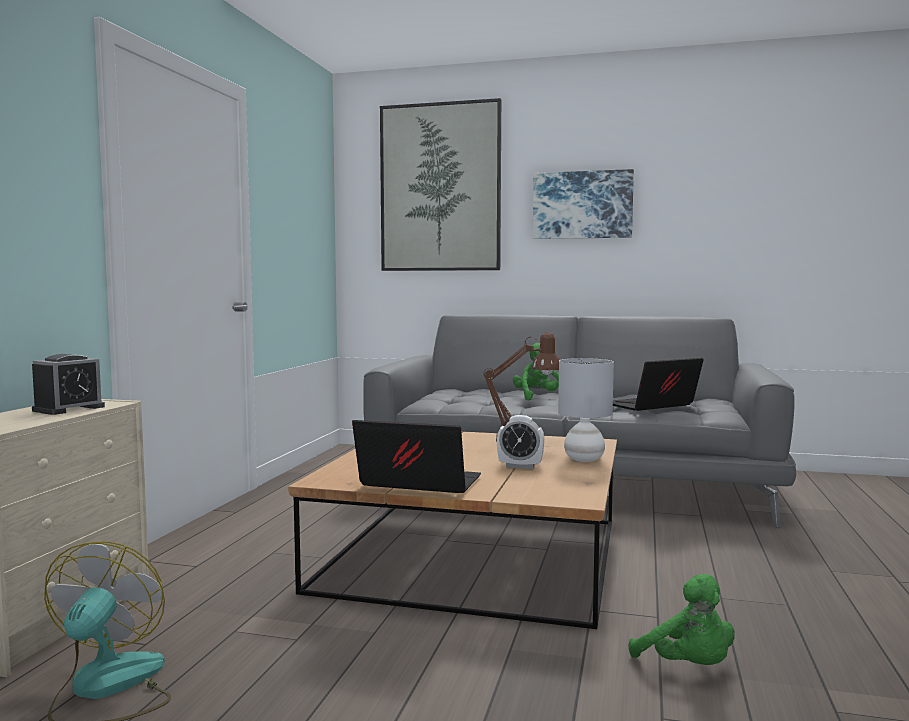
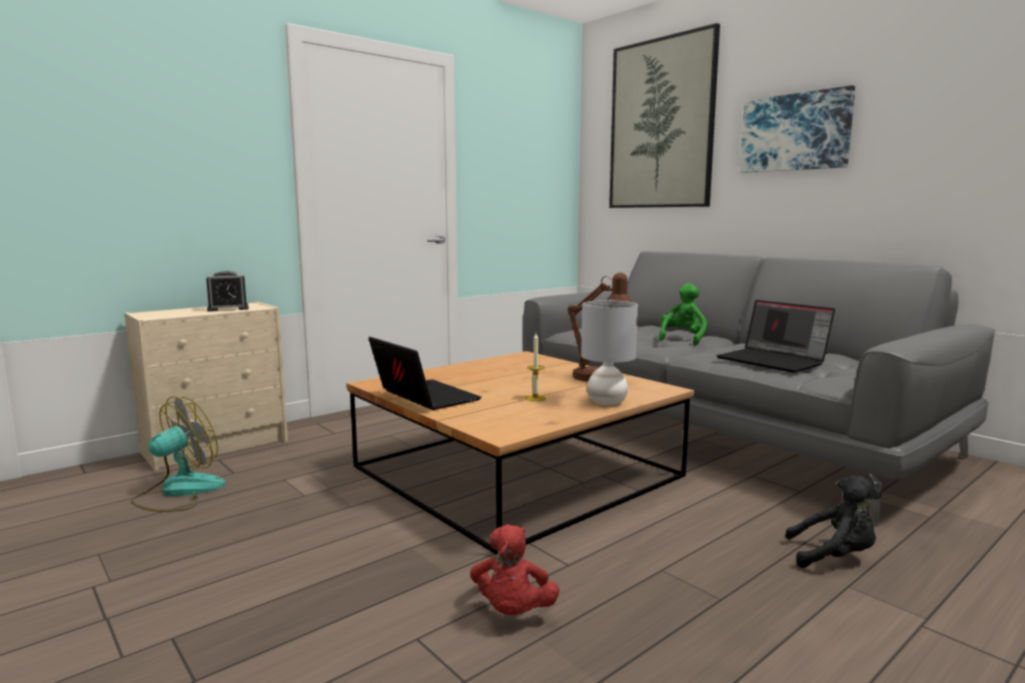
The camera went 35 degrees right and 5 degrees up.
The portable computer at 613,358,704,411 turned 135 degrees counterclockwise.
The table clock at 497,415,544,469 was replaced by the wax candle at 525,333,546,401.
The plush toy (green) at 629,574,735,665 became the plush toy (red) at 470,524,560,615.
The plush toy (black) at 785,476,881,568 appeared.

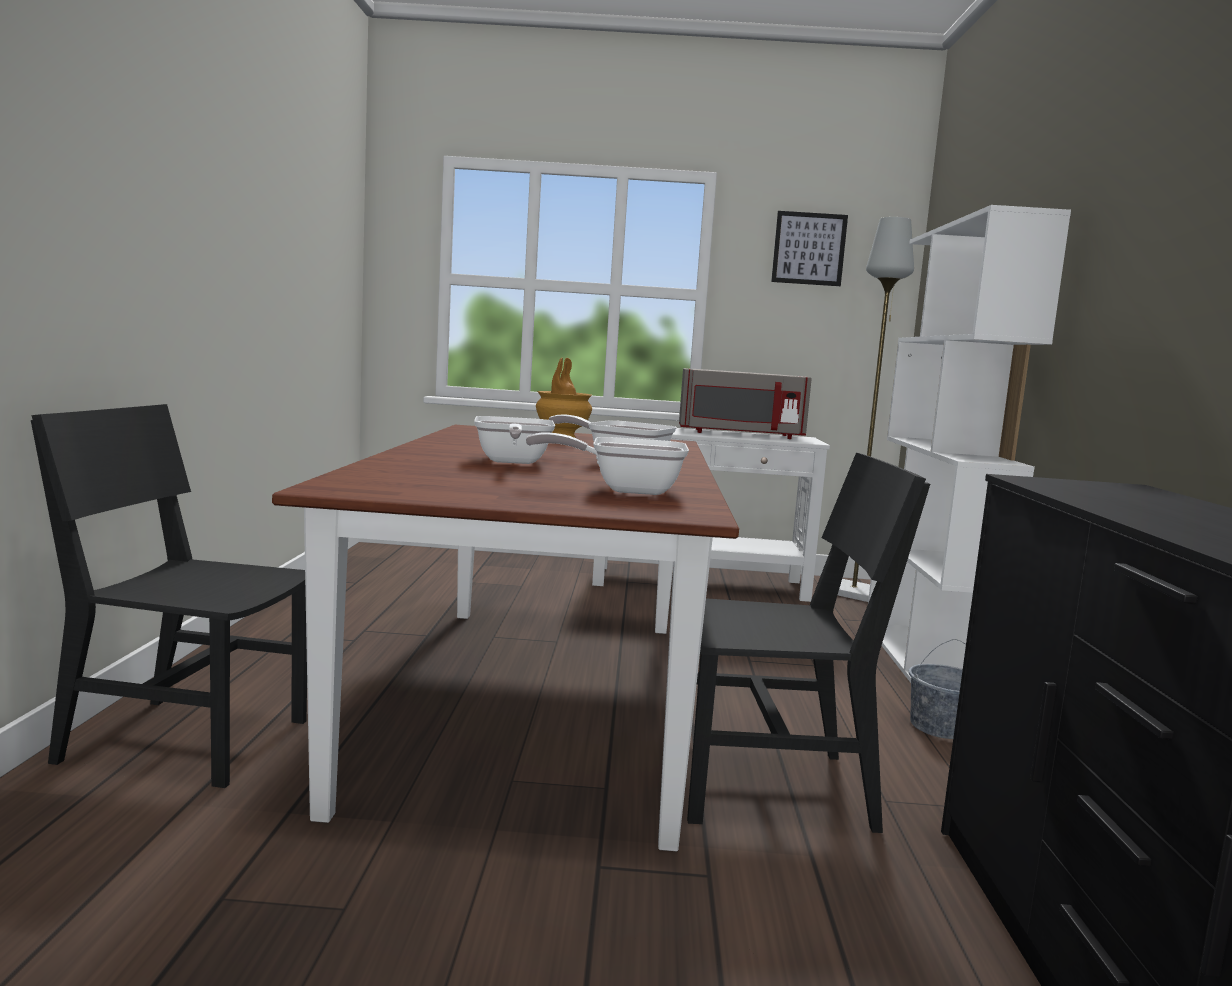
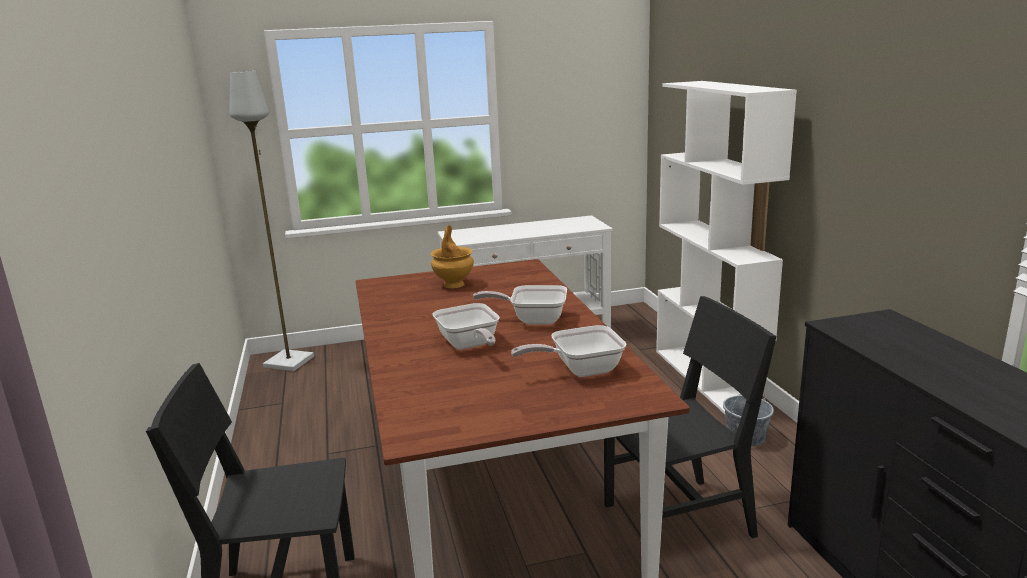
The camera went 15 degrees left and 10 degrees up.
The wall picture at 771,211,848,286 disappeared.
The standard lamp (greyish) moved from 838,217,914,602 to 229,71,314,371.
The microwave oven (greyish) at 679,368,812,439 disappeared.

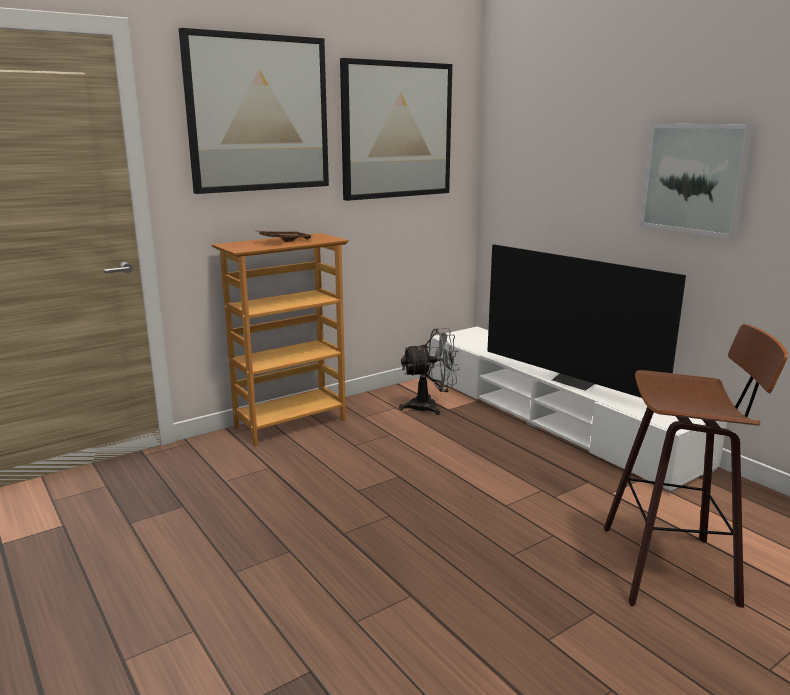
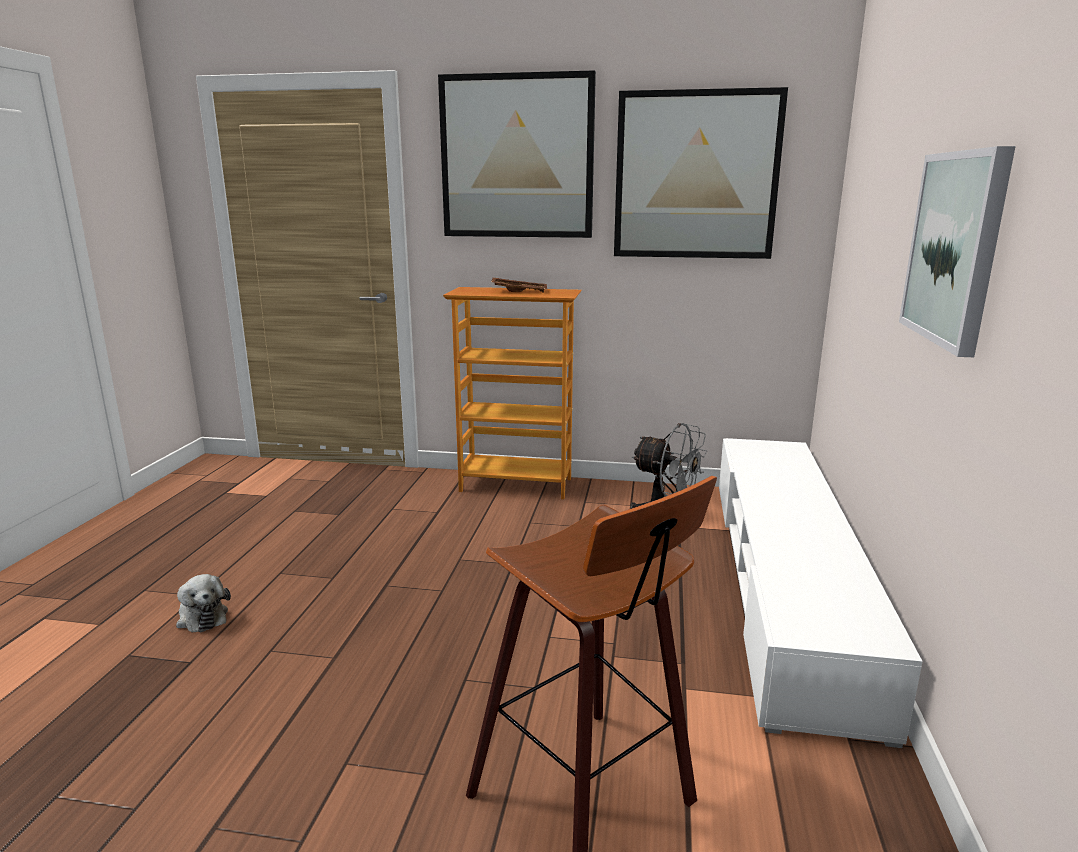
The camera went 45 degrees right and 0 degrees up.
The television at 487,244,686,398 disappeared.
The plush toy at 176,574,231,632 appeared.

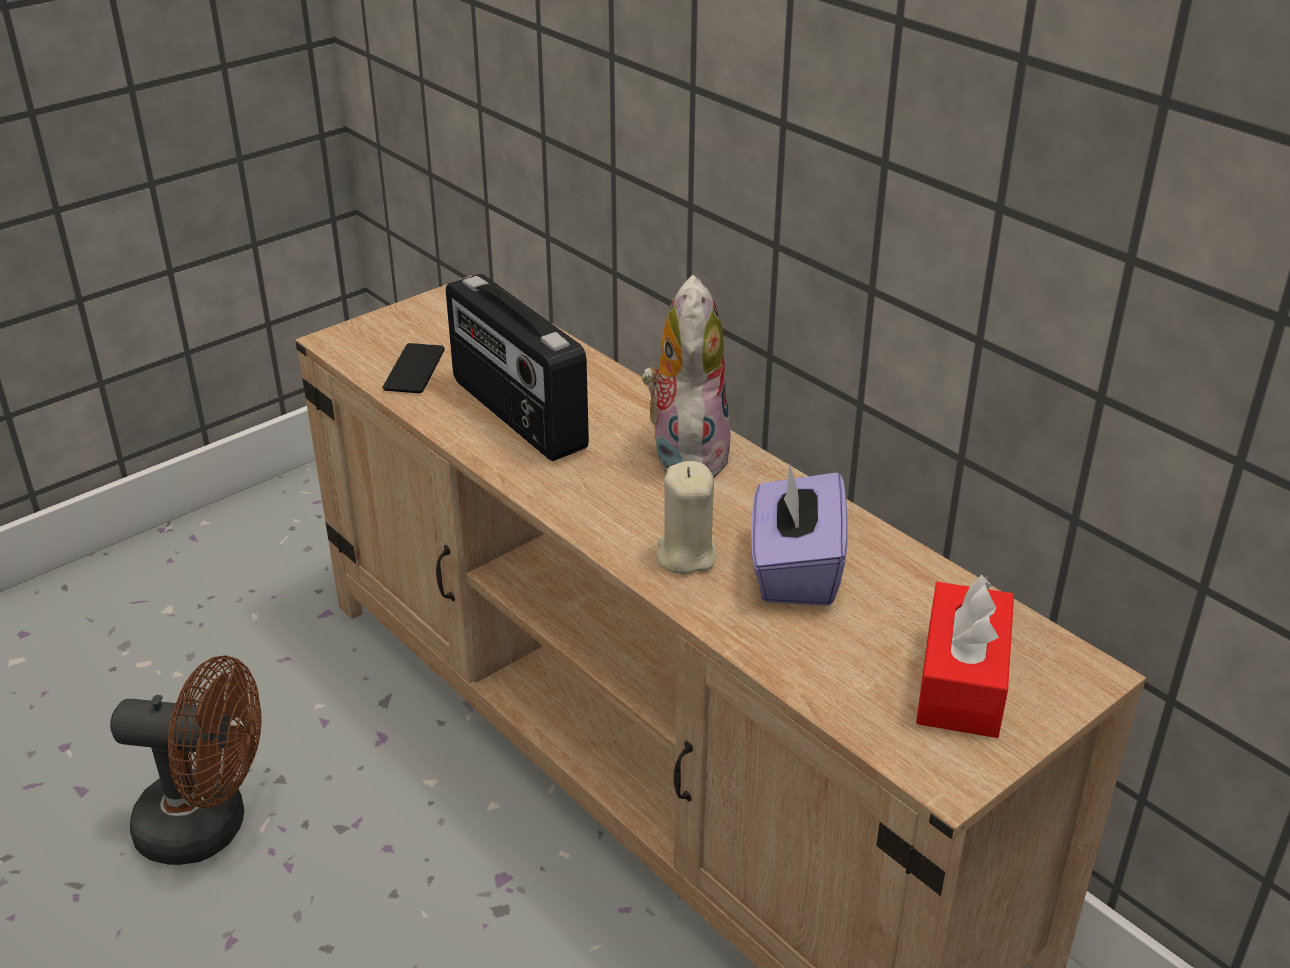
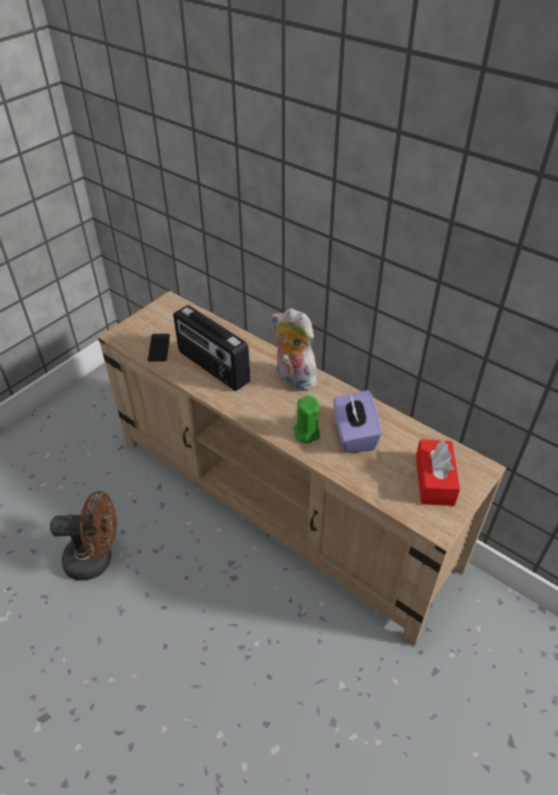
The camera went 10 degrees left and 10 degrees up.
The plush toy at 642,275,731,478 turned 45 degrees counterclockwise.
The wax candle (sand-coloured) at 656,461,717,574 became the wax candle (green) at 293,396,320,443.

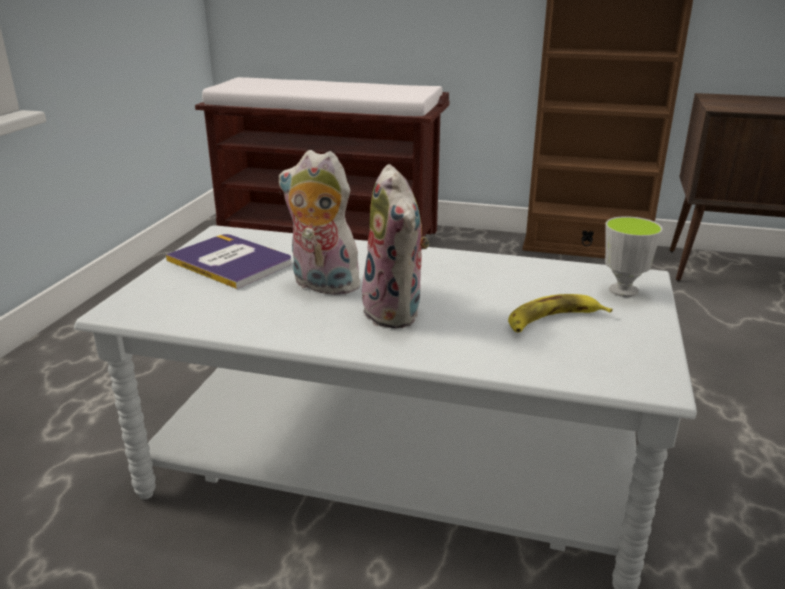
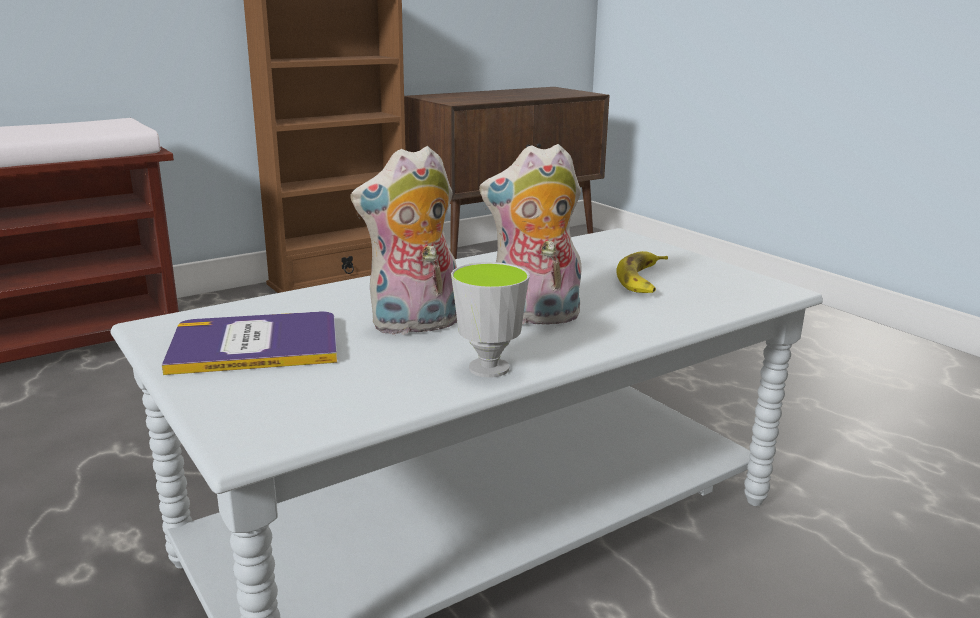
The camera went 50 degrees left and 5 degrees down.
The plush toy at 362,164,429,328 turned 150 degrees clockwise.
The small cup moved from 605,216,663,297 to 451,262,530,378.

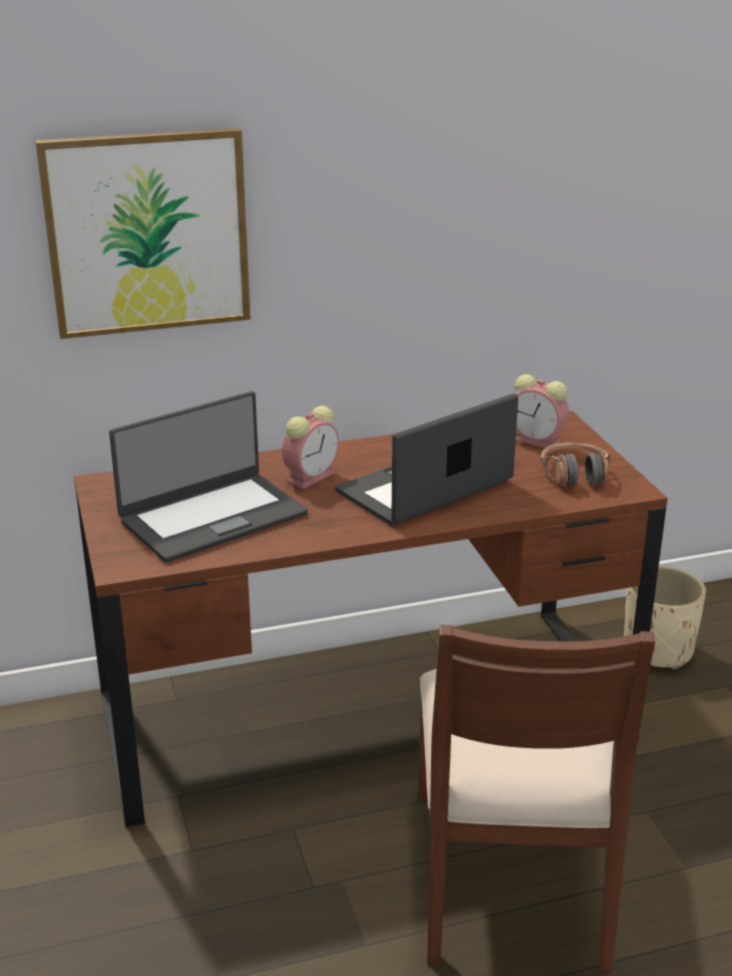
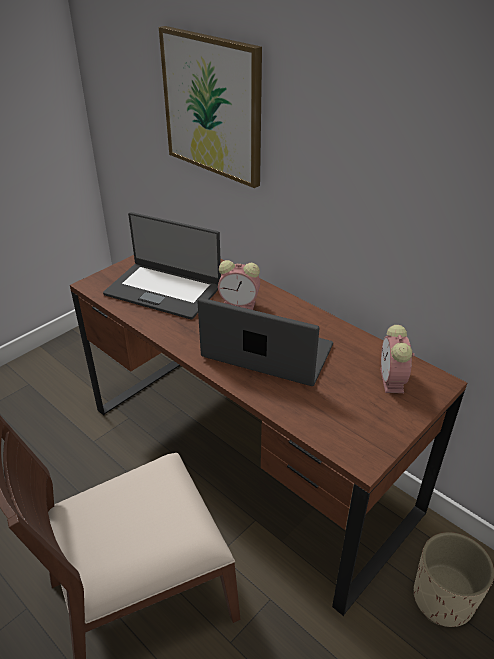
The camera went 60 degrees right and 10 degrees up.
The headphones at 540,442,610,487 disappeared.

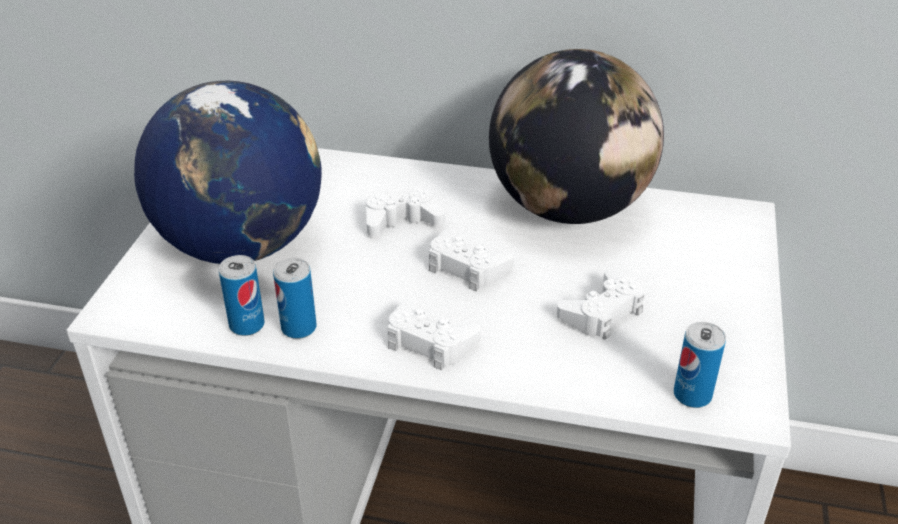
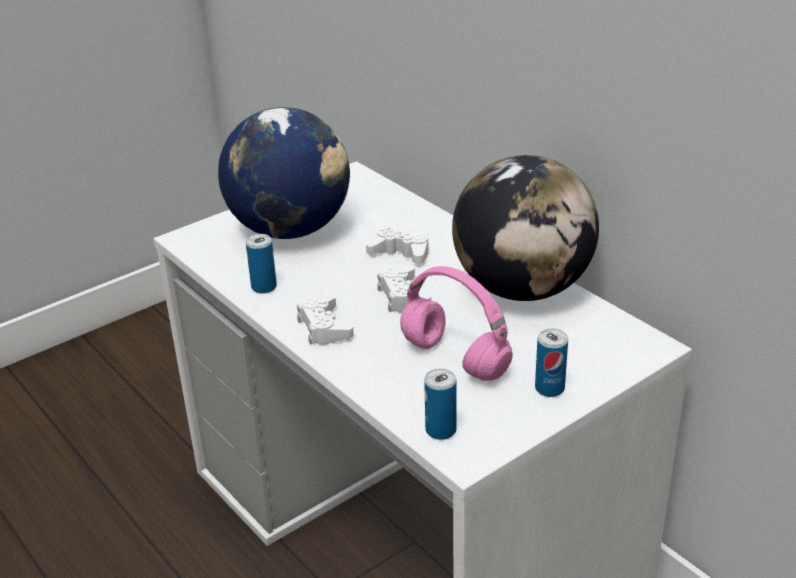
The camera went 40 degrees right and 5 degrees down.
The sealed can moved from 219,255,265,336 to 535,329,568,397.
The joypad (whitish) at 556,268,645,340 was replaced by the headphones (pinkish) at 400,266,513,381.

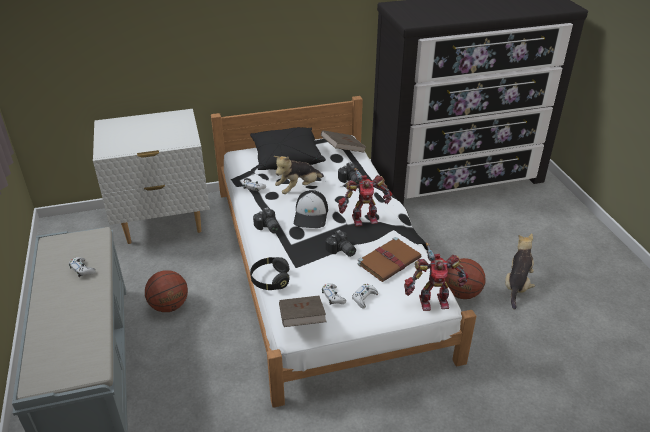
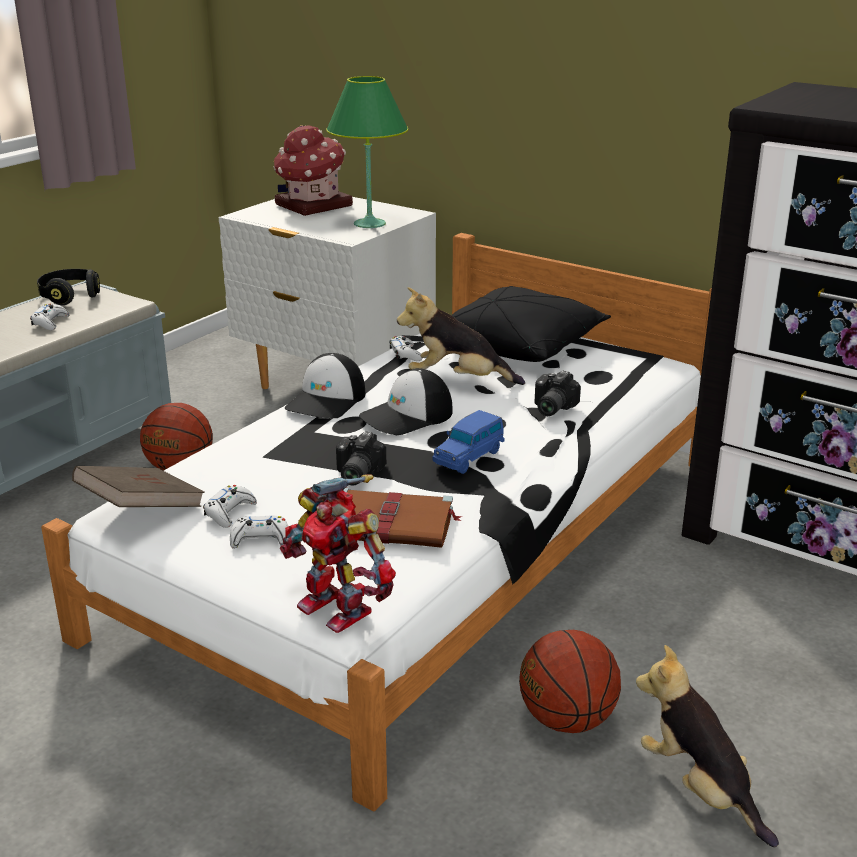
The camera went 50 degrees right and 10 degrees down.
The bound book (brown-coloured) at 321,130,367,153 disappeared.
The robot figure at 338,168,392,226 was replaced by the toy car (blue-coloured) at 432,410,505,474.
The photo camera at 253,207,280,233 was replaced by the peaked cap at 285,353,366,418.
The plush toy at 505,233,535,310 turned 105 degrees counterclockwise.
The headphones (black) moved from 250,257,290,290 to 37,269,100,305.
The lamp for a table (green) at 326,76,408,228 appeared.
The miniature house at 274,125,353,216 appeared.

